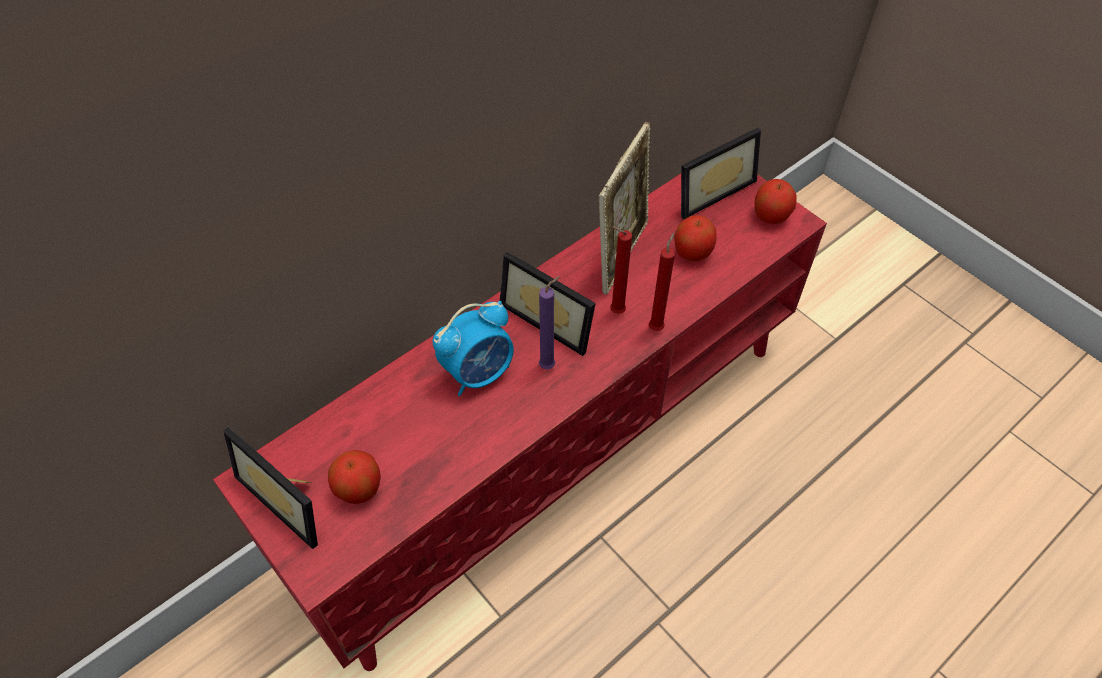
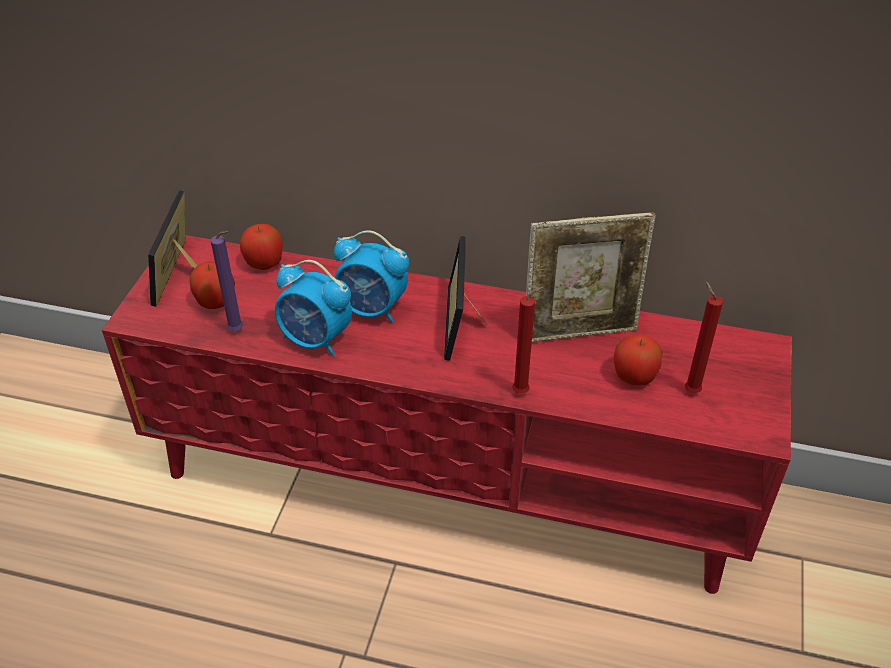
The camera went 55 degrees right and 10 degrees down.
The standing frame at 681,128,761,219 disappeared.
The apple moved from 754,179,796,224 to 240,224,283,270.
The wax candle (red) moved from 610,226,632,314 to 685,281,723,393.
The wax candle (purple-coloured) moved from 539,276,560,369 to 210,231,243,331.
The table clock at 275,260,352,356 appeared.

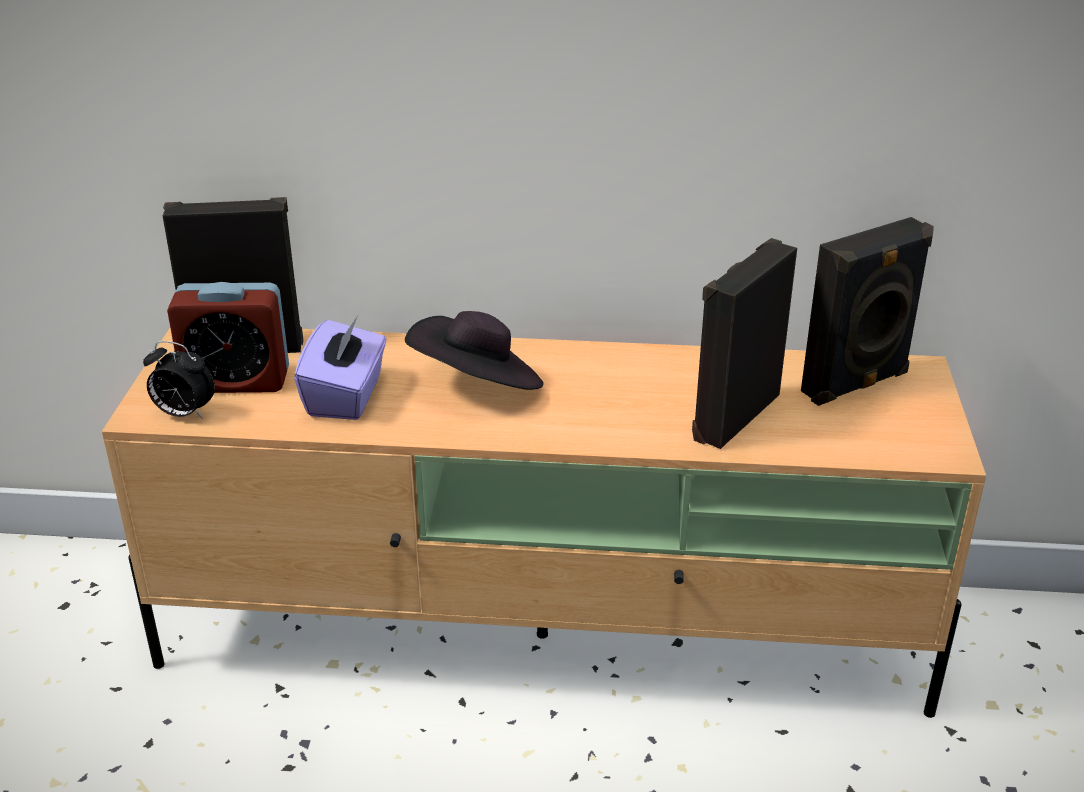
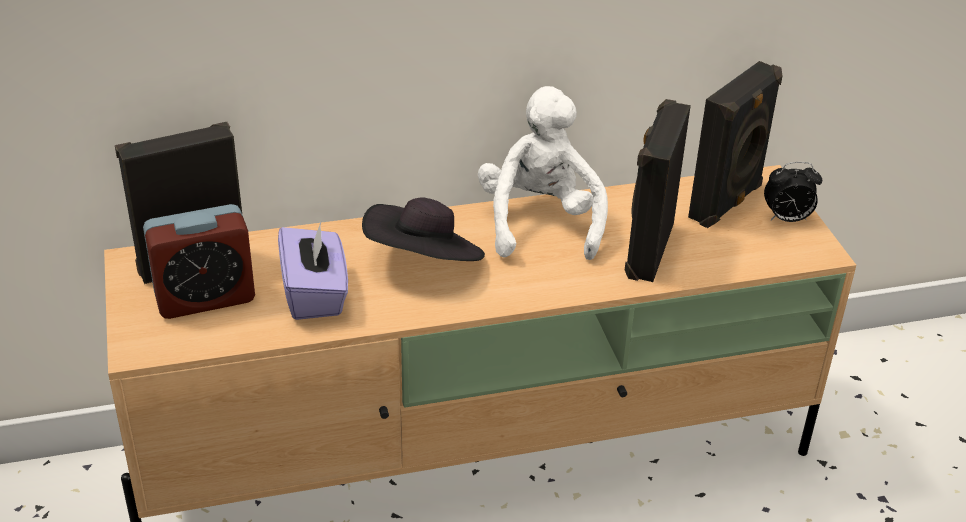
The camera went 20 degrees left and 5 degrees up.
The table clock moved from 143,341,215,419 to 764,162,822,222.
The plush toy (whitish) at 478,86,608,260 appeared.

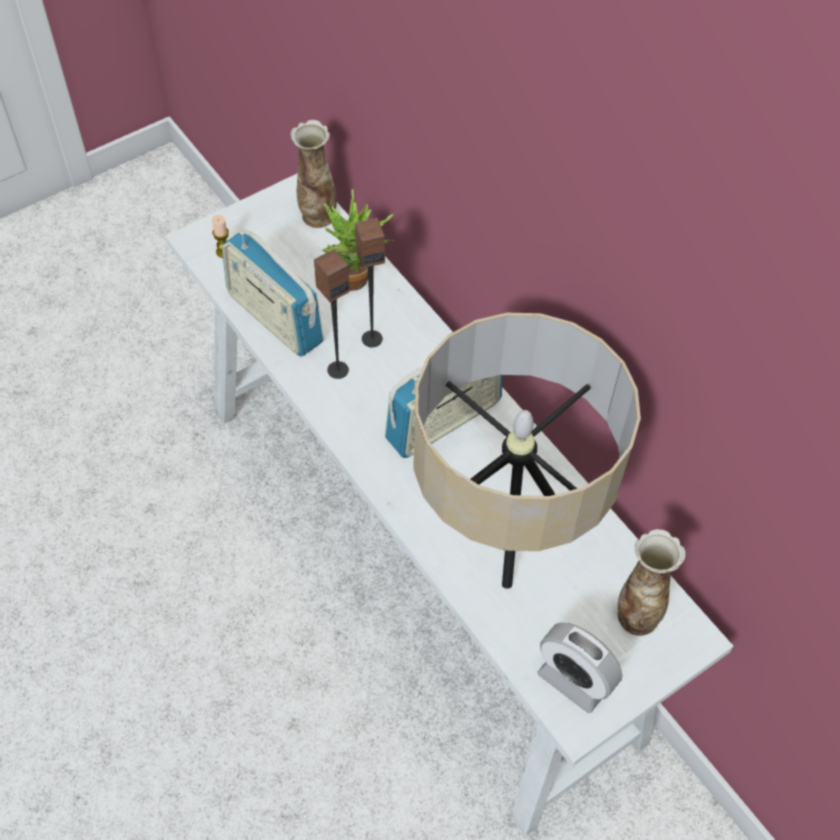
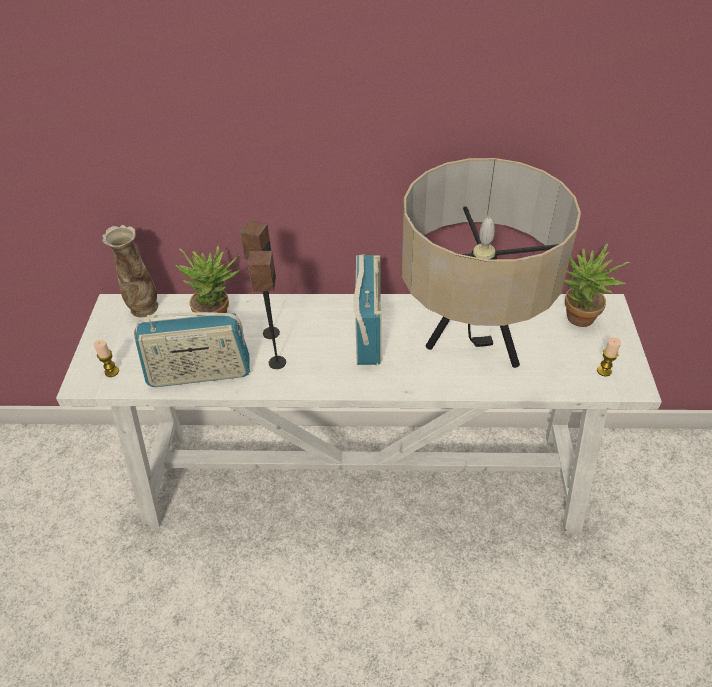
The camera went 50 degrees left and 10 degrees down.
The flower vase at 618,529,686,636 was replaced by the potted plant at 564,243,631,327.
The table clock at 537,623,622,713 was replaced by the wax candle at 597,337,621,376.

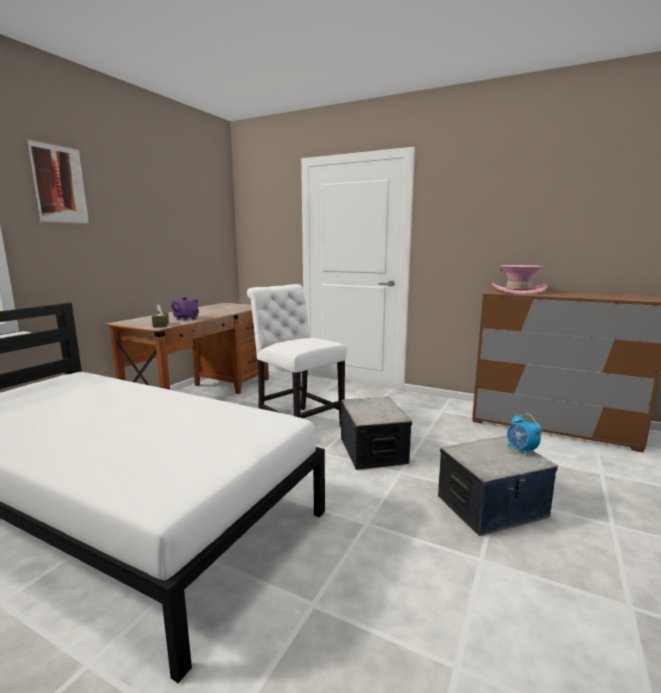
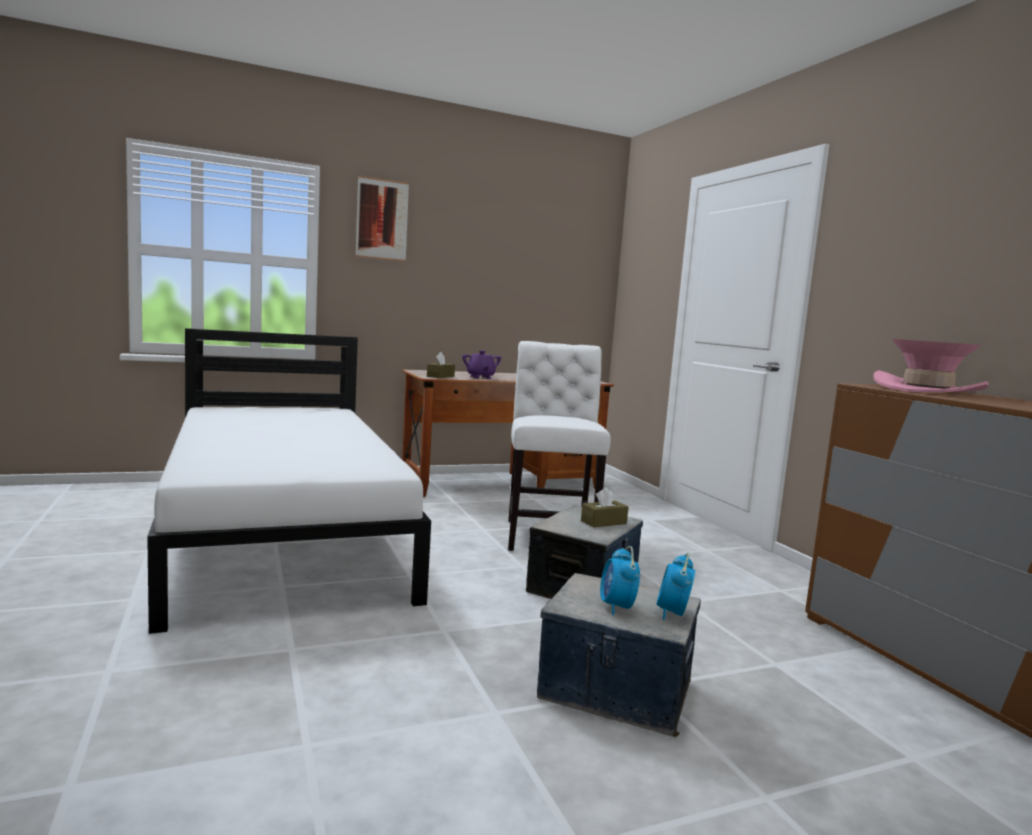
The camera went 40 degrees right and 5 degrees down.
The tissue holder (brown-coloured) at 581,487,628,528 appeared.
The table clock at 600,546,640,615 appeared.

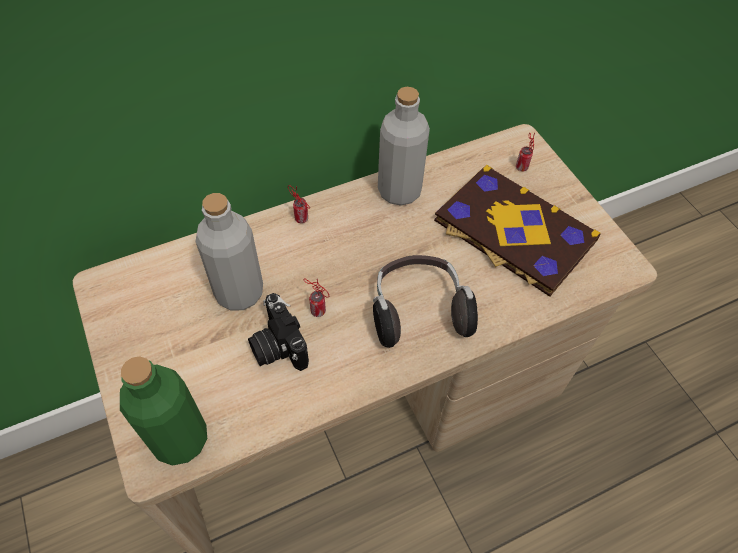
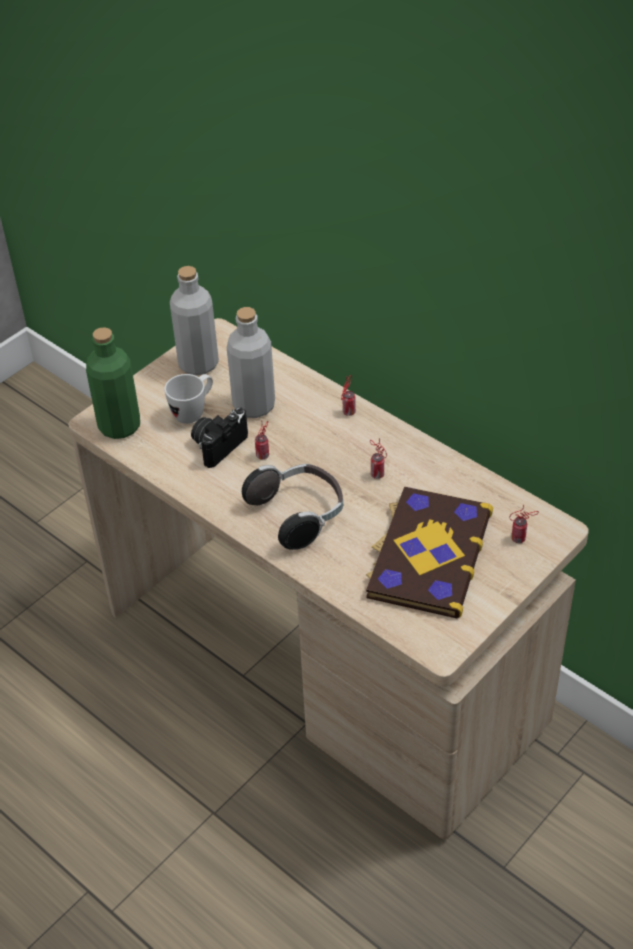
The camera went 70 degrees right and 10 degrees down.
The beverage bottle (greyish) moved from 378,87,430,206 to 170,266,219,375.
The coffee mug (whitish) at 164,374,213,424 appeared.
The sealed can at 370,438,387,479 appeared.

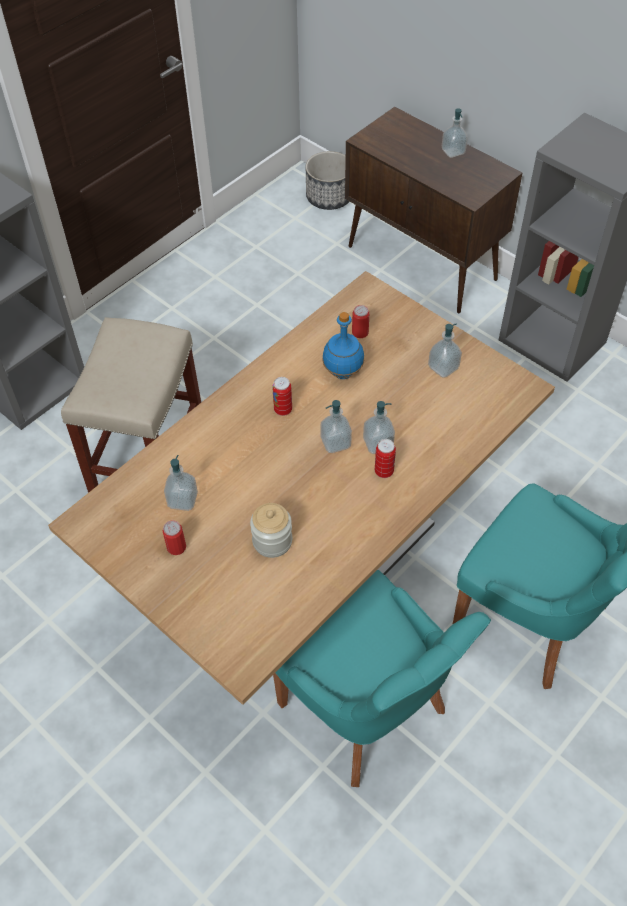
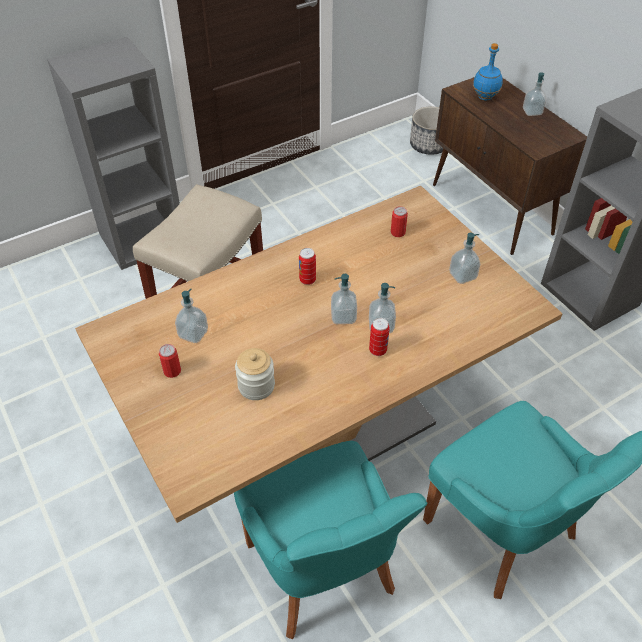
The camera went 15 degrees right and 5 degrees down.
The beverage bottle (blue-coloured) moved from 322,312,364,379 to 473,43,503,100.

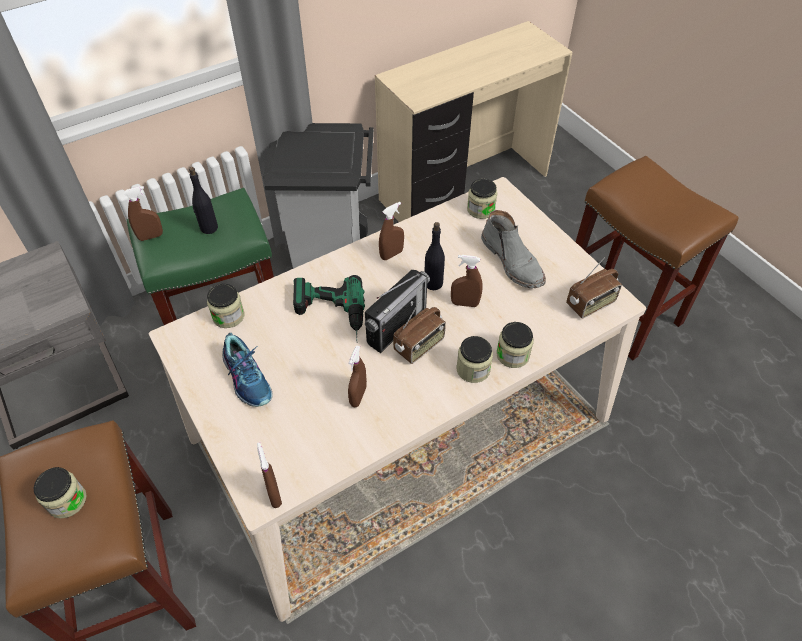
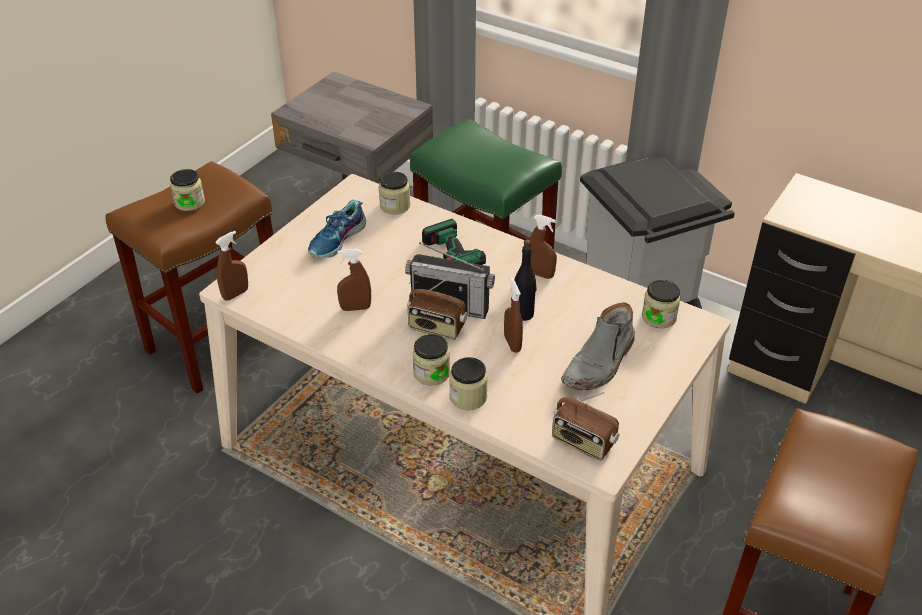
The camera went 65 degrees right and 10 degrees down.
The beverage bottle (black) at 189,167,218,234 disappeared.
The sprayer (brown-coloured) at 124,186,163,241 disappeared.

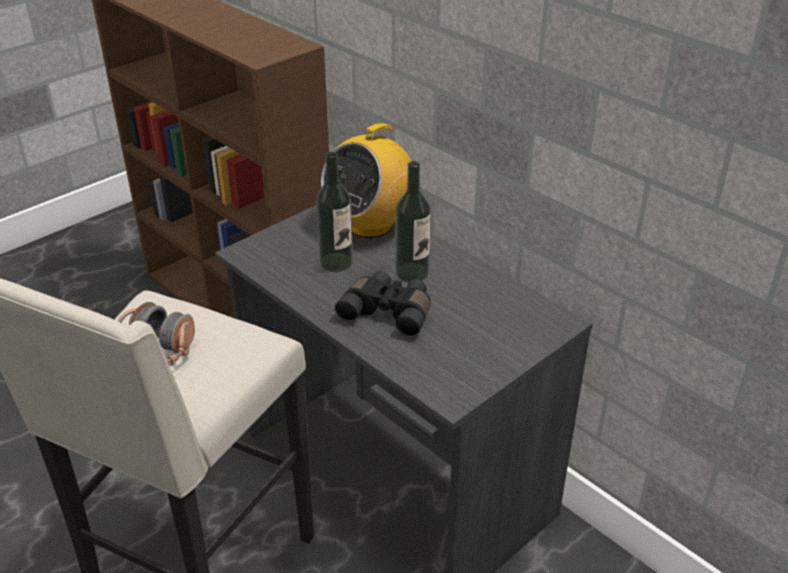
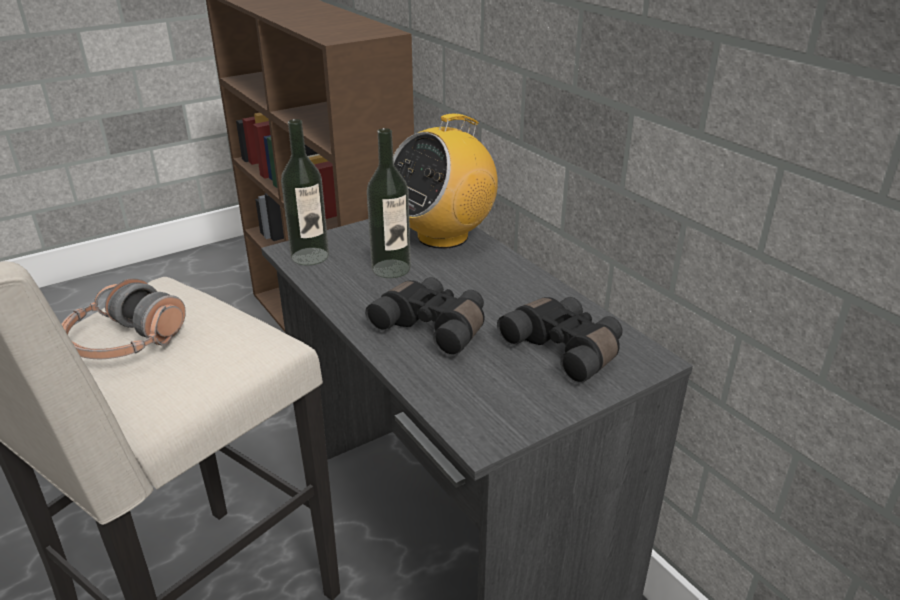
The camera went 10 degrees right and 5 degrees down.
The beverage bottle moved from 395,161,431,282 to 281,119,329,265.
The field glasses (black) at 497,297,623,384 appeared.

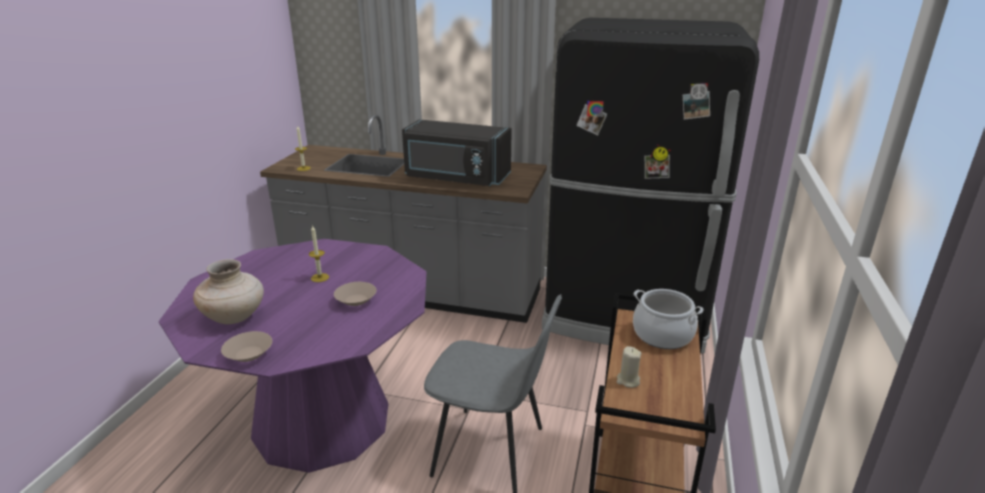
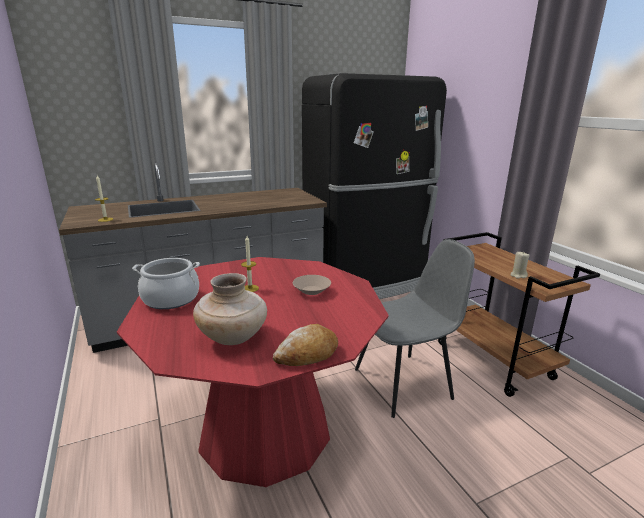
The camera went 40 degrees left and 5 degrees down.
The microwave oven (black) at 402,119,512,186 disappeared.
The kitchen table (purple-coloured) at 159,239,427,473 became the kitchen table (red) at 117,257,389,487.
The stockpot moved from 633,289,704,349 to 132,258,200,309.
The serving bowl (sand-coloured) at 221,331,272,362 was replaced by the bakery bread at 273,324,338,366.

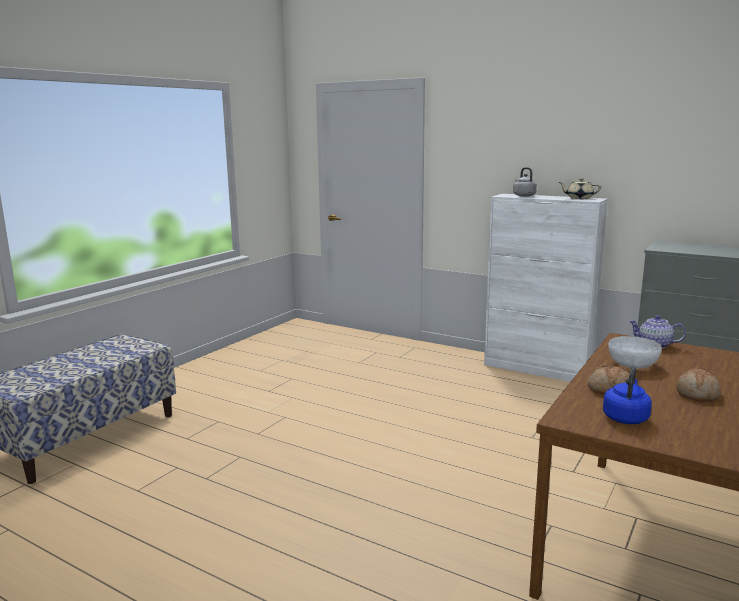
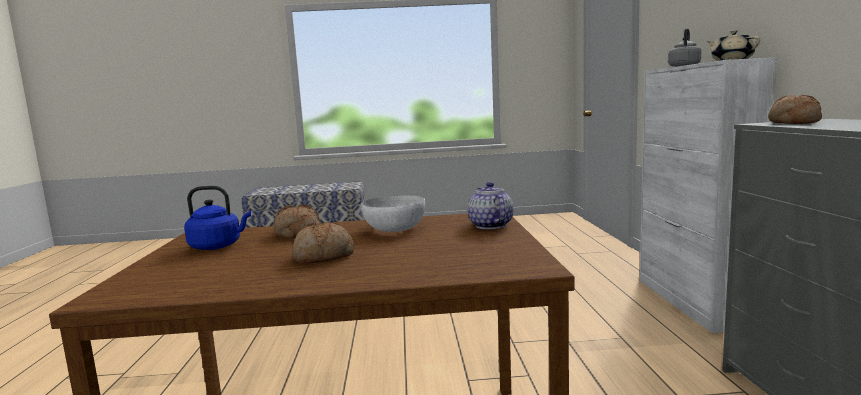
The camera went 55 degrees right and 5 degrees down.
The bakery bread at 768,95,822,124 appeared.

